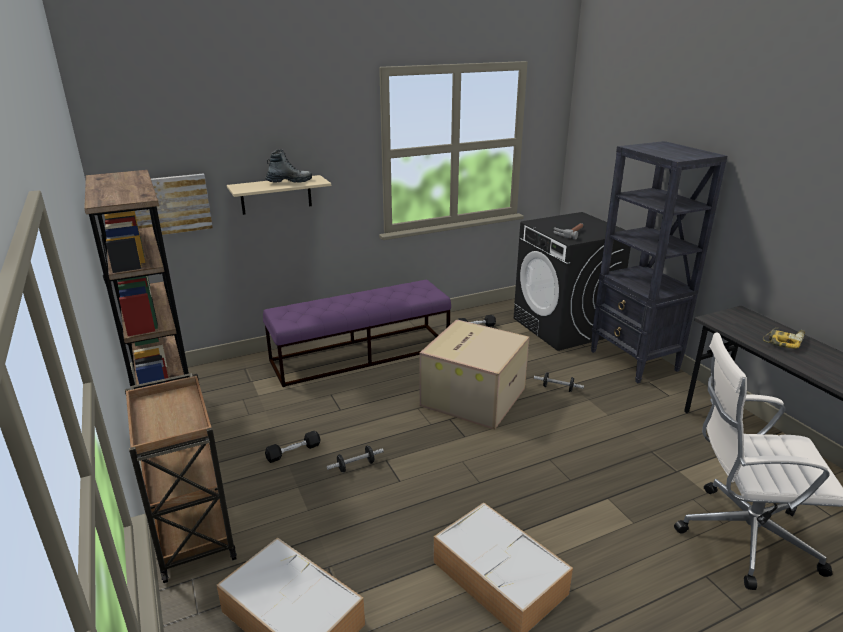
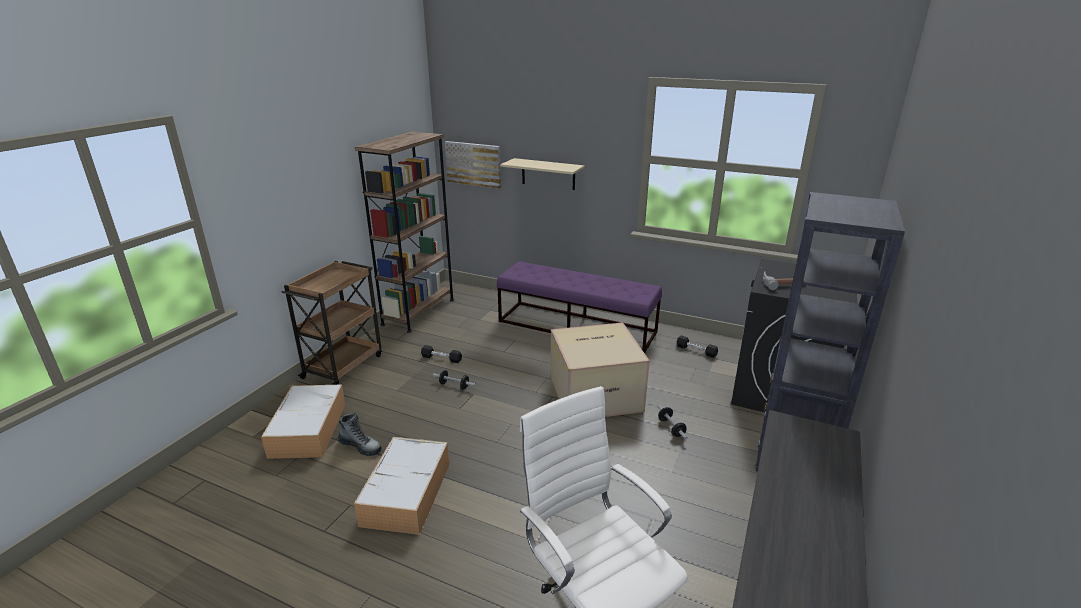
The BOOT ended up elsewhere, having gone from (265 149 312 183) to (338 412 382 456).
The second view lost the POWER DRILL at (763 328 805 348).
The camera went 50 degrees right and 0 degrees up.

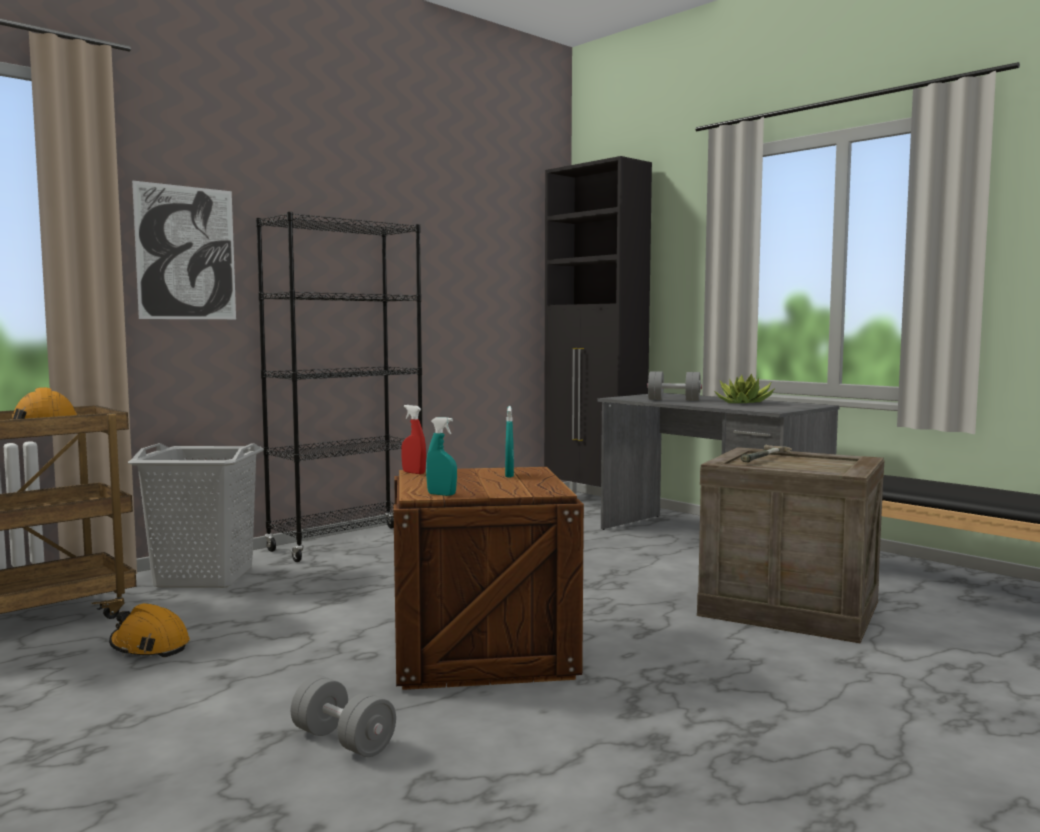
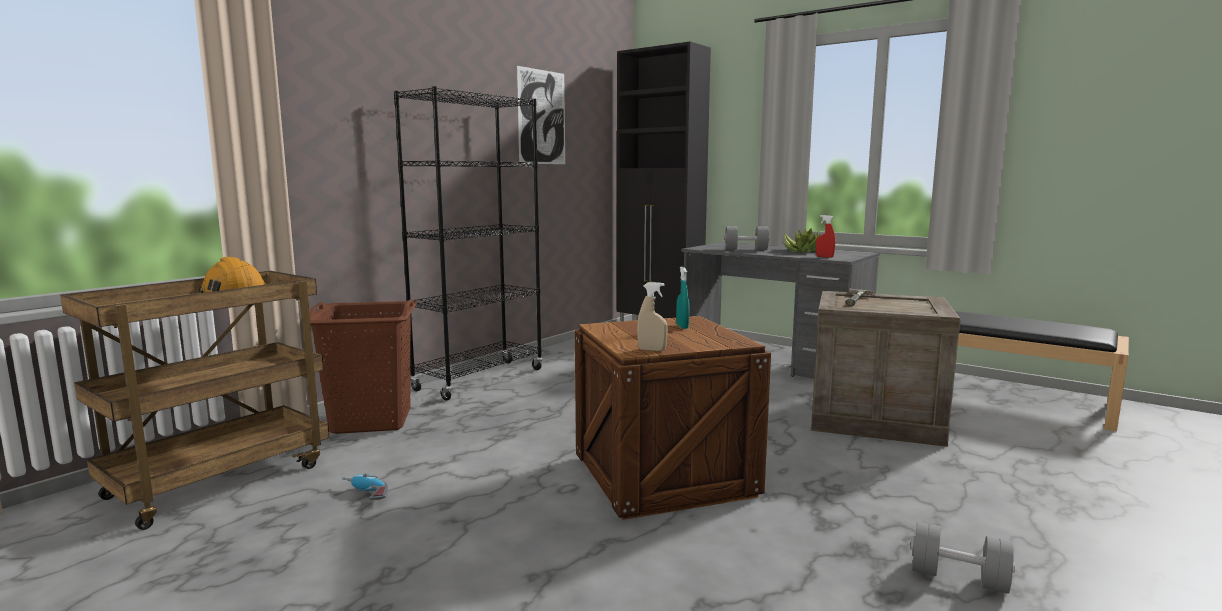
The PICTURE ended up elsewhere, having gone from (132 180 236 319) to (517 66 565 164).
The RED SPRAY BOTTLE ended up elsewhere, having gone from (401 405 426 474) to (816 215 835 258).
What was the TURQUOISE SPRAY BOTTLE at (426 417 457 496) turned into the BEIGE SPRAY BOTTLE at (637 282 668 351).
What was the GREY LAUNDRY BASKET at (128 443 264 588) turned into the BROWN LAUNDRY BASKET at (309 299 417 434).
Where the ORANGE HARD HAT stood at (109 603 190 657), the POWER DRILL came to stand at (342 474 388 500).
The GREY DUMBBELL ended up elsewhere, having gone from (291 675 396 757) to (910 521 1015 594).
The camera went 10 degrees left and 5 degrees up.

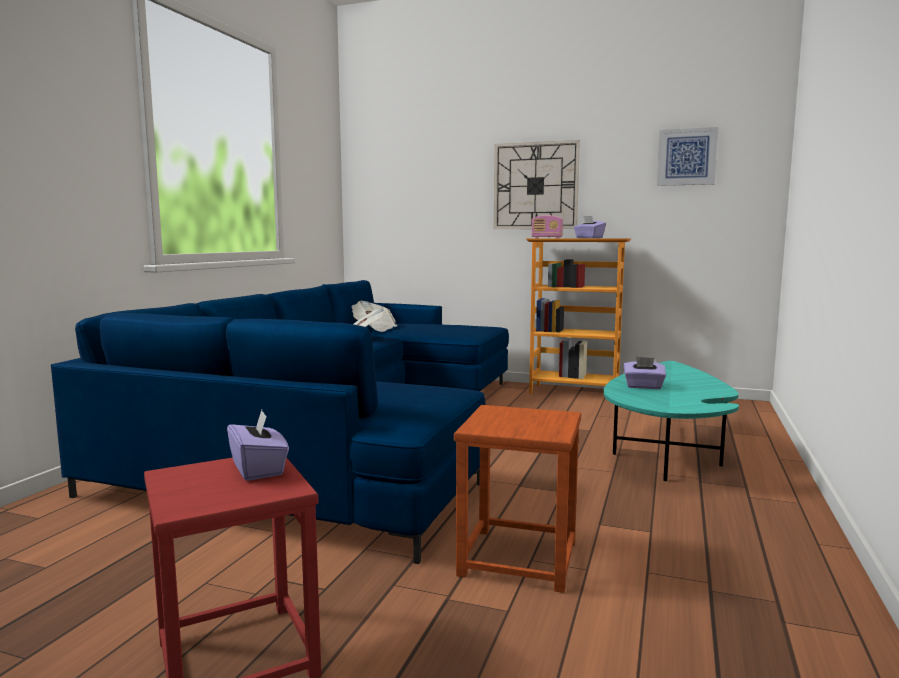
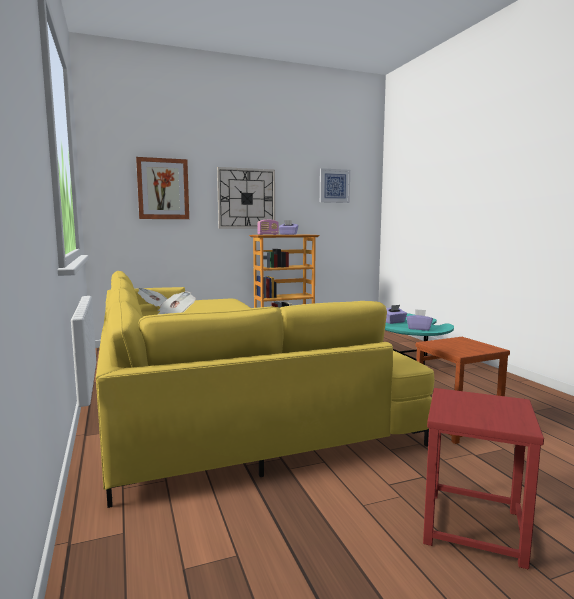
What was the BLUE SOFA at (51 280 509 564) turned into the YELLOW SOFA at (96 271 434 508).
The PURPLE TISSUE BOX ended up elsewhere, having gone from (227 410 289 481) to (406 309 433 330).
The second view gained the PICTURE at (136 157 189 219).
The camera went 40 degrees left and 0 degrees up.

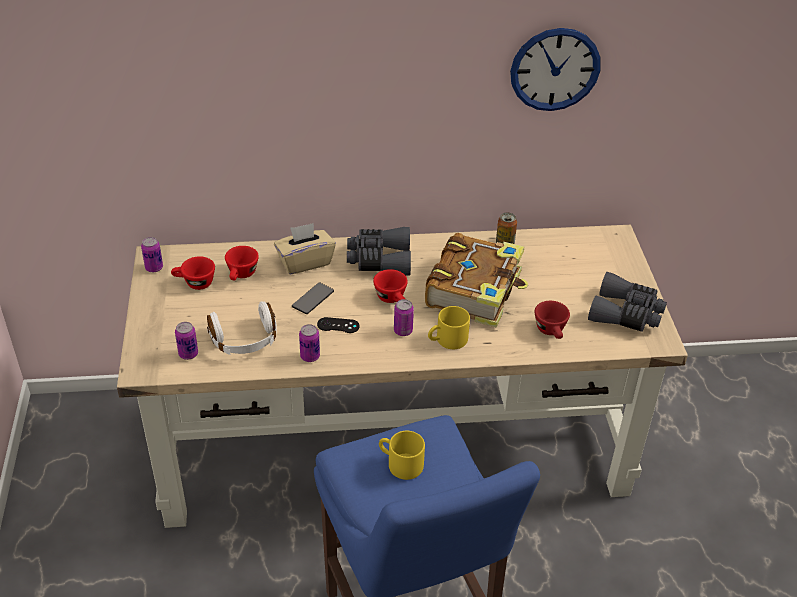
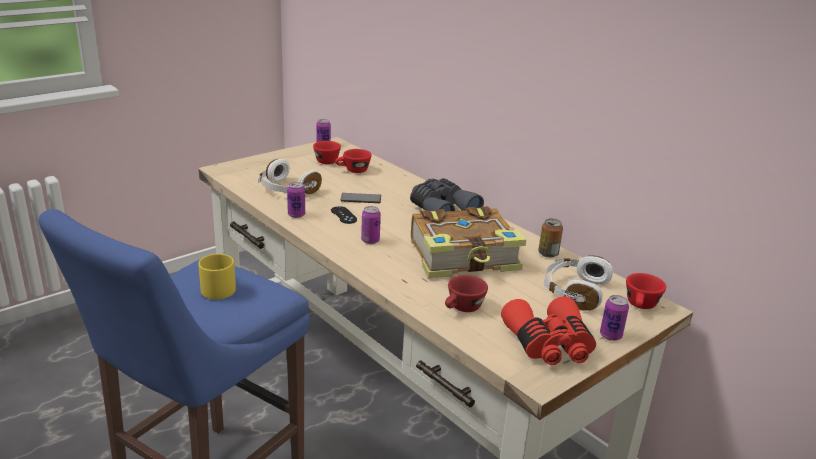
The second view lost the WALL CLOCK at (510 28 601 111).
The second view lost the BEIGE TISSUE BOX at (274 223 336 275).
The RED CUP ended up elsewhere, having gone from (373 269 408 303) to (626 273 666 309).
What was the GREY BINOCULARS at (588 272 667 332) turned into the RED BINOCULARS at (501 296 596 365).
The second view lost the YELLOW MUG at (428 306 470 349).
The CAN ended up elsewhere, having gone from (175 322 198 360) to (600 295 629 341).
The second view gained the WHITE HEADPHONES at (544 255 613 311).
The camera went 55 degrees right and 15 degrees down.

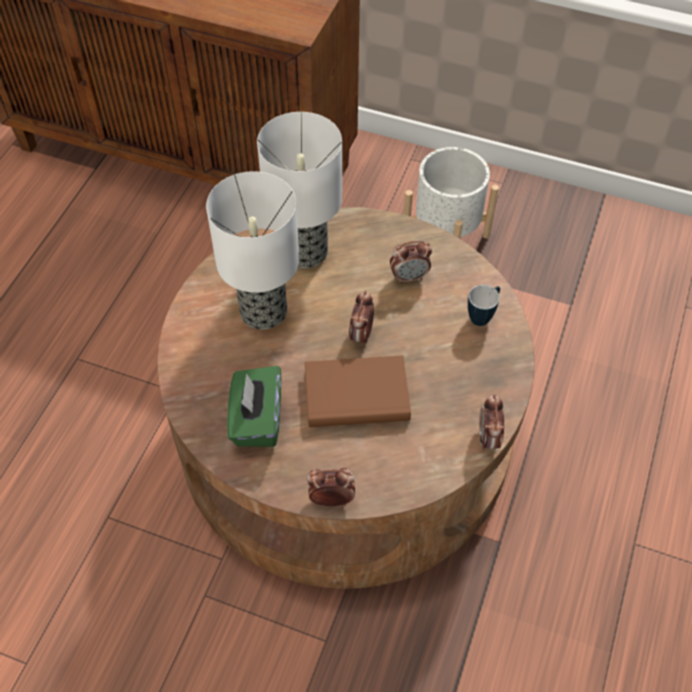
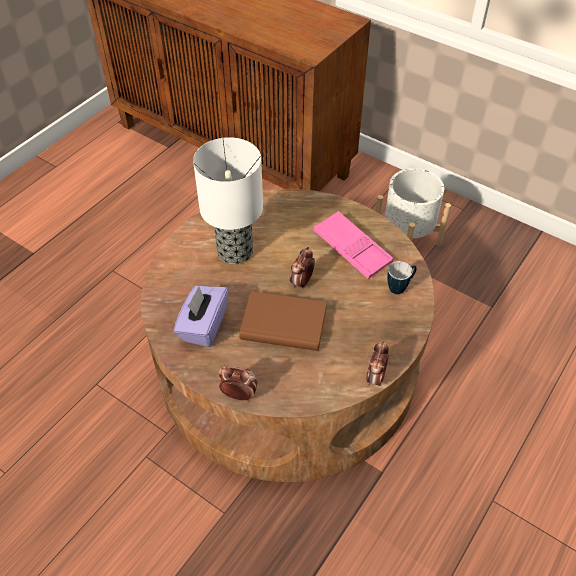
The second view lost the TABLE LAMP at (257 112 342 268).
Where the ALARM CLOCK stood at (390 241 432 284), the PINK TRAY came to stand at (314 211 393 279).
What was the GREEN TISSUE BOX at (227 366 281 447) turned into the PURPLE TISSUE BOX at (174 286 229 347).
The camera went 15 degrees right and 5 degrees down.

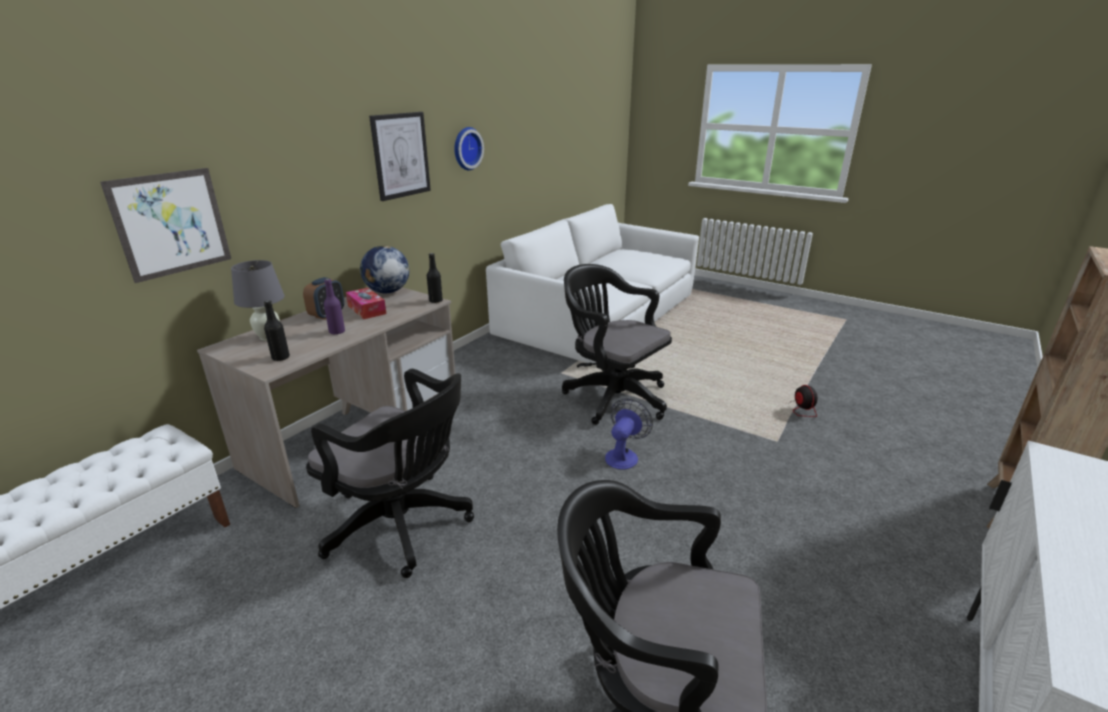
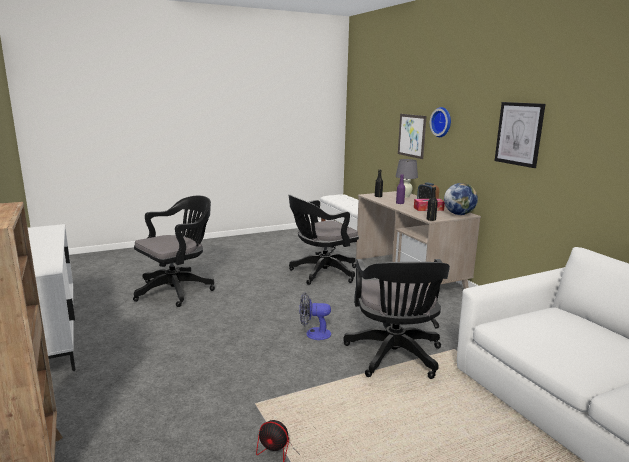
The WALL CLOCK ended up elsewhere, having gone from (454 127 484 170) to (430 107 451 137).
The BLACK OFFICE CHAIR at (562 264 672 425) ended up facing another way, 105 degrees clockwise from before.
The FAN at (605 398 653 470) ended up facing another way, 120 degrees clockwise from before.
The camera went 120 degrees right and 10 degrees down.

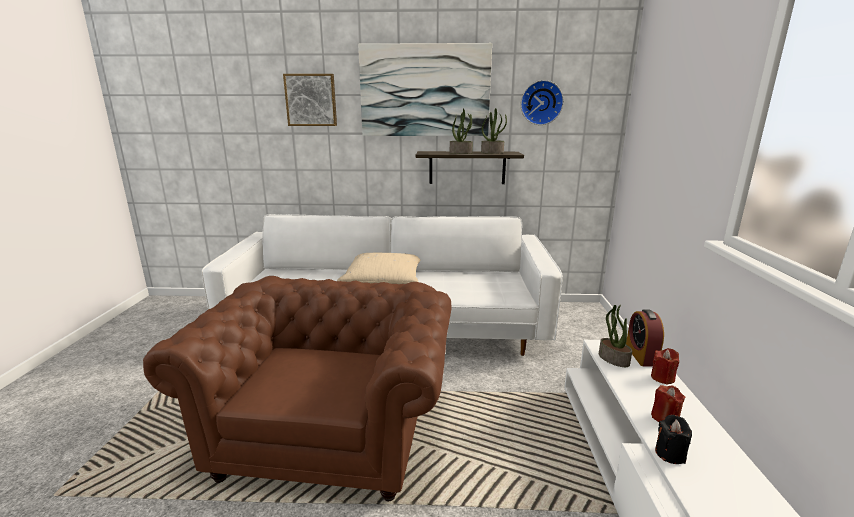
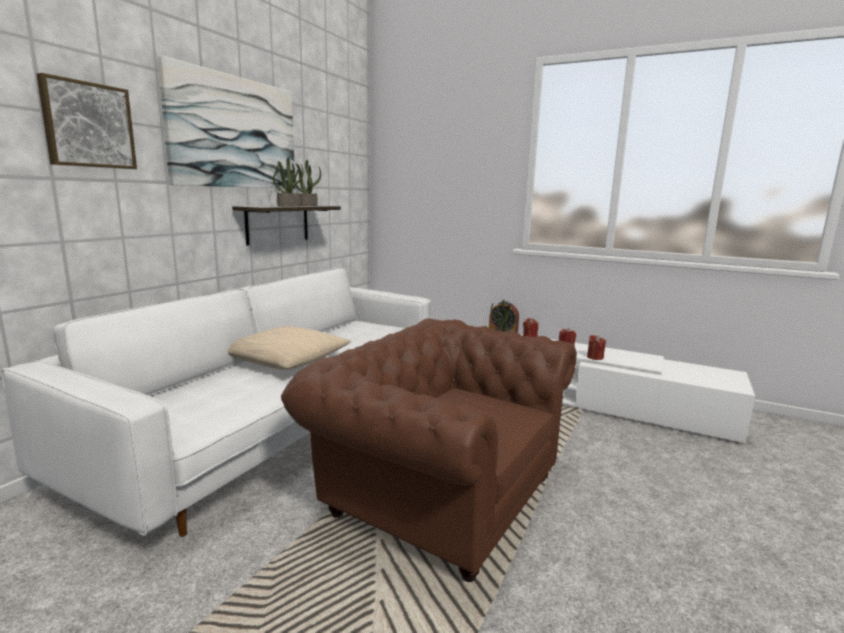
The second view lost the WALL CLOCK at (521 80 564 125).
What was the BLACK CANDLE at (655 415 692 464) turned into the RED CANDLE at (587 335 606 360).
The camera went 65 degrees left and 5 degrees down.

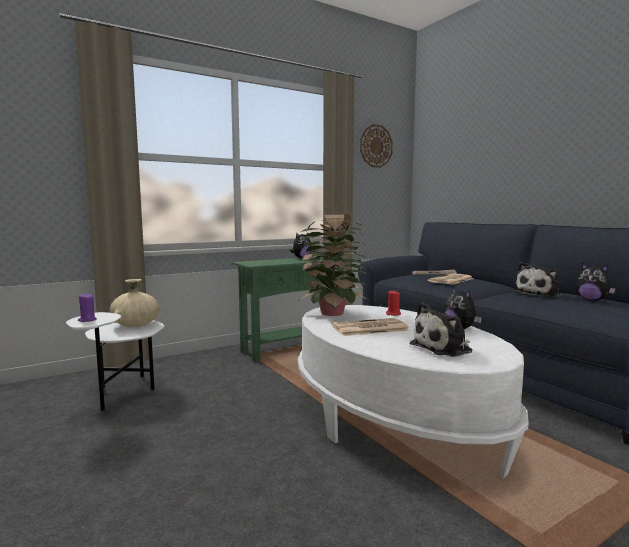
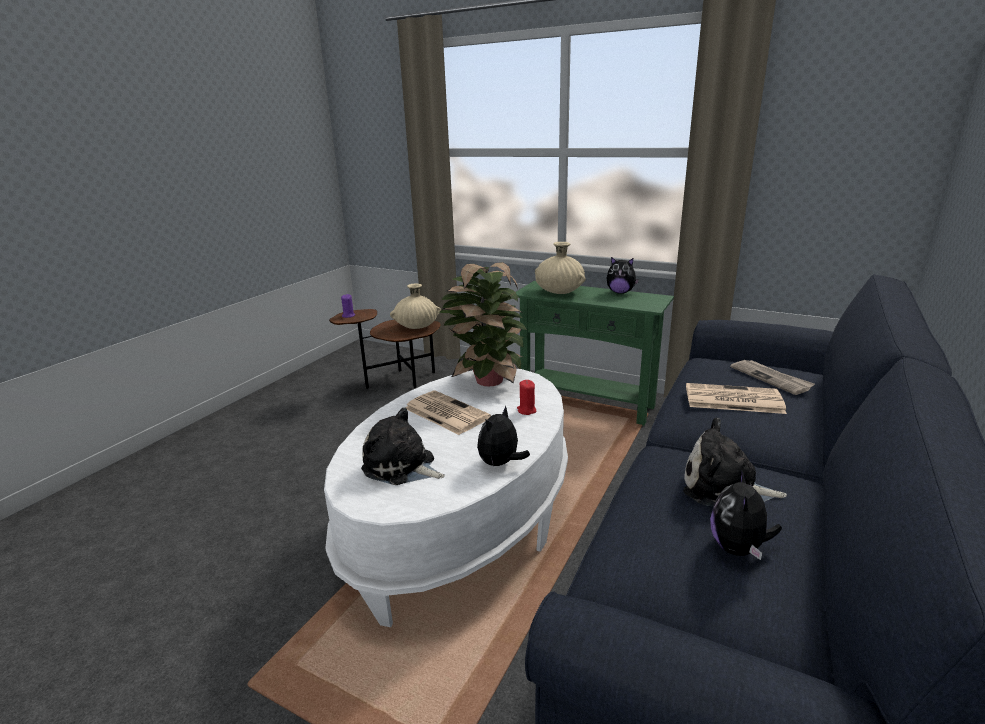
The second view lost the WALL CLOCK at (360 124 393 168).
What was the WHITE SIDE TABLE at (66 312 164 411) turned into the BROWN SIDE TABLE at (329 309 440 389).
The second view gained the BEIGE VASE at (535 242 586 294).
The camera went 60 degrees right and 15 degrees up.

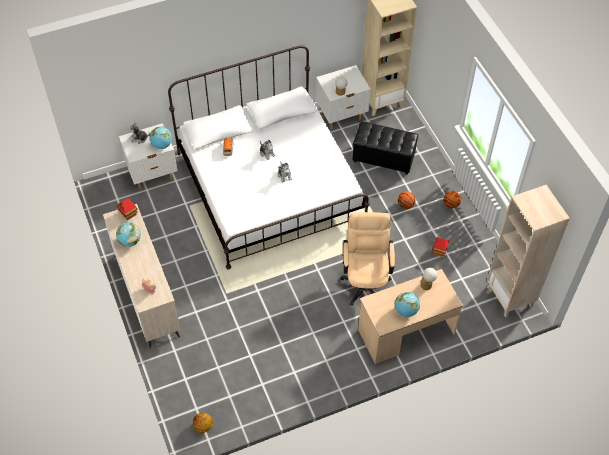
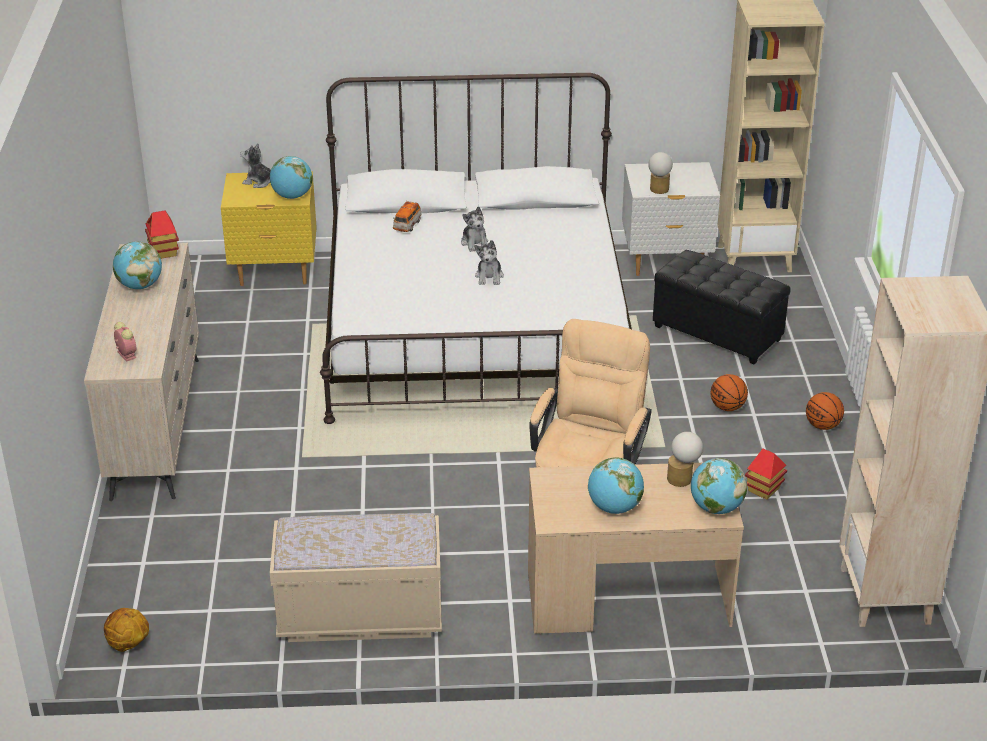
What was the WHITE NIGHTSTAND at (119 123 178 189) turned into the YELLOW NIGHTSTAND at (221 171 317 286).
The second view gained the GLOBE at (691 458 747 514).
The second view gained the BEIGE BENCH at (270 513 442 642).
The camera went 20 degrees right and 20 degrees down.

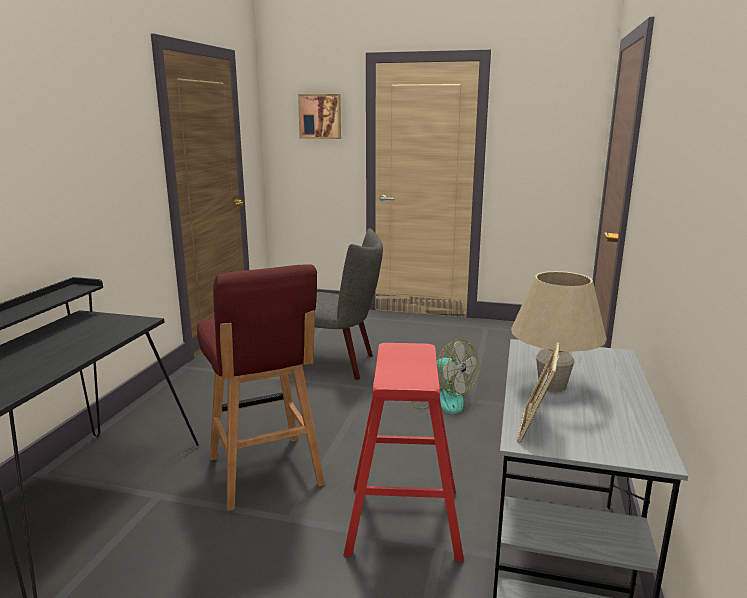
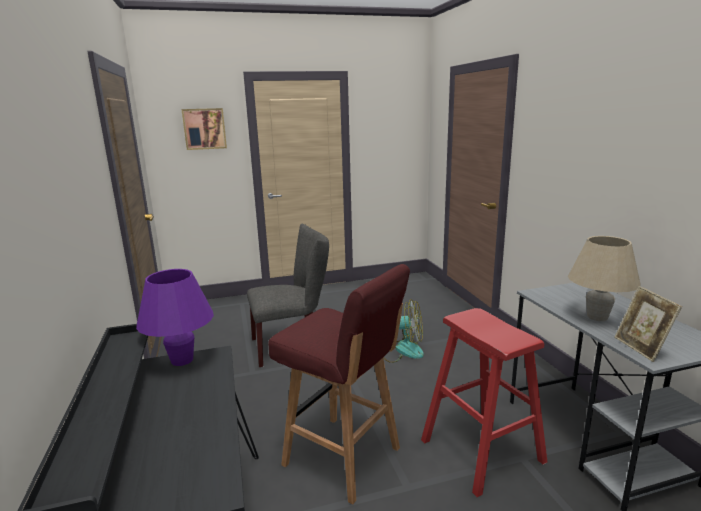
The second view gained the PURPLE TABLE LAMP at (136 269 214 366).
The camera went 30 degrees left and 0 degrees up.

